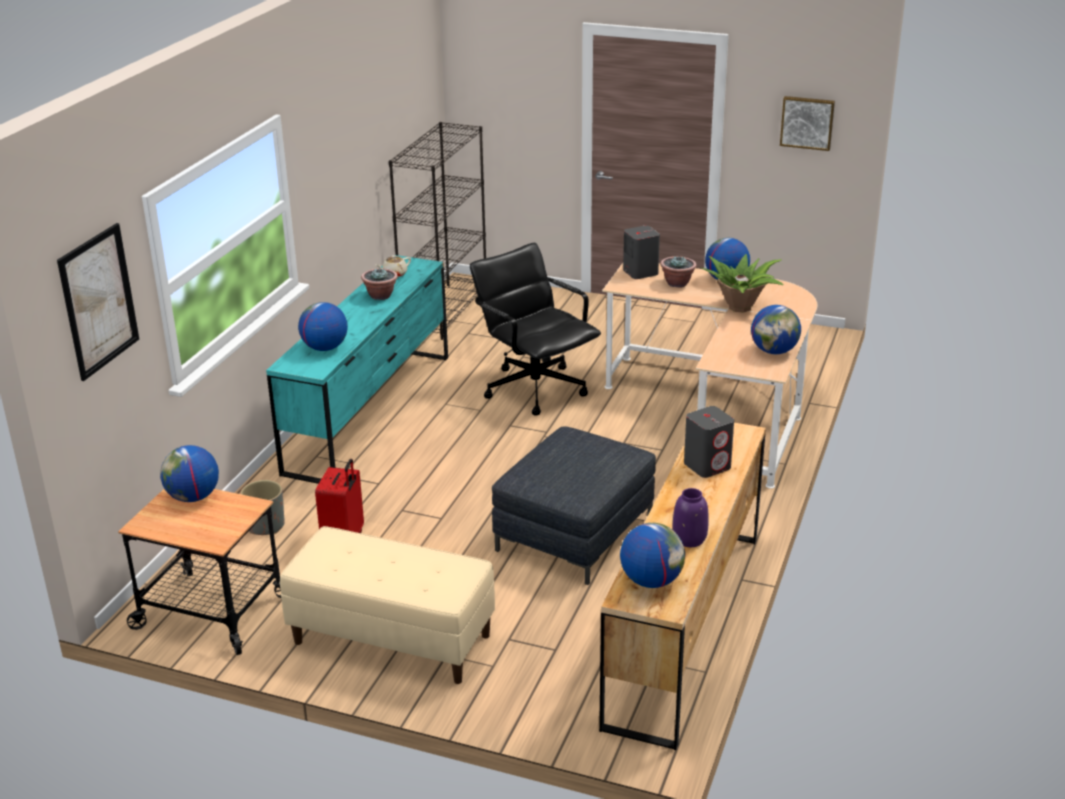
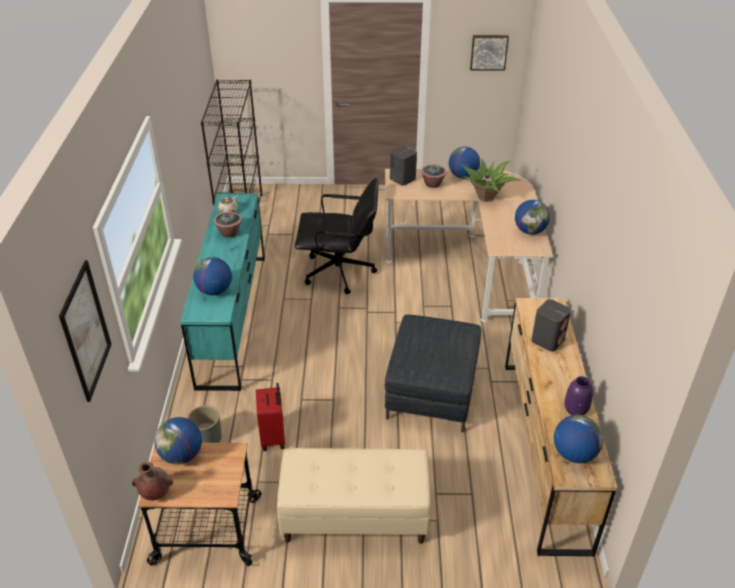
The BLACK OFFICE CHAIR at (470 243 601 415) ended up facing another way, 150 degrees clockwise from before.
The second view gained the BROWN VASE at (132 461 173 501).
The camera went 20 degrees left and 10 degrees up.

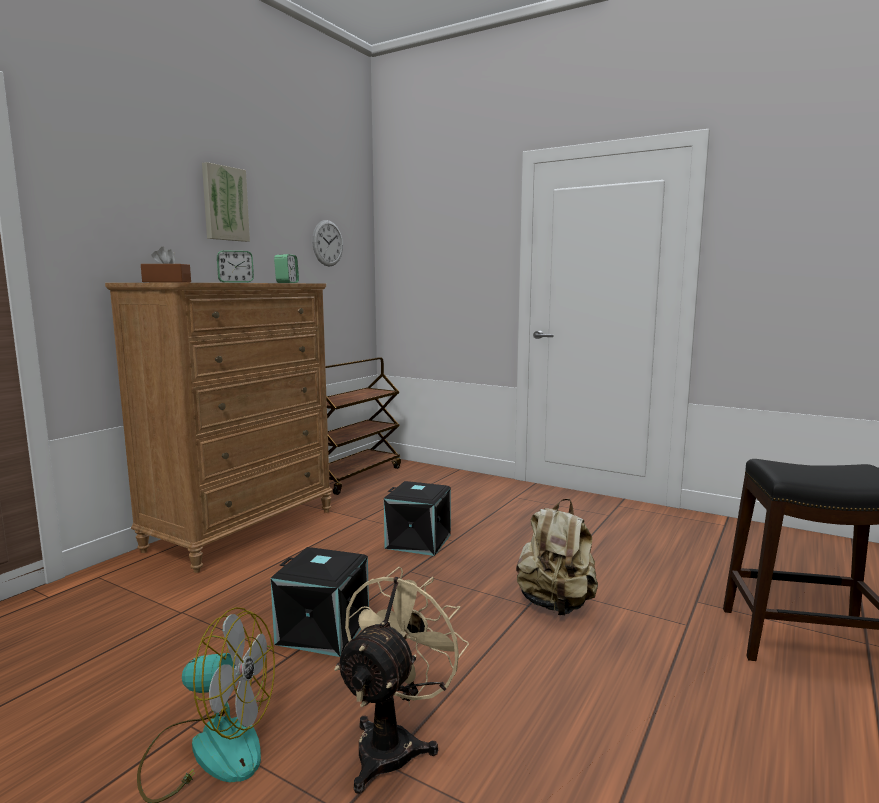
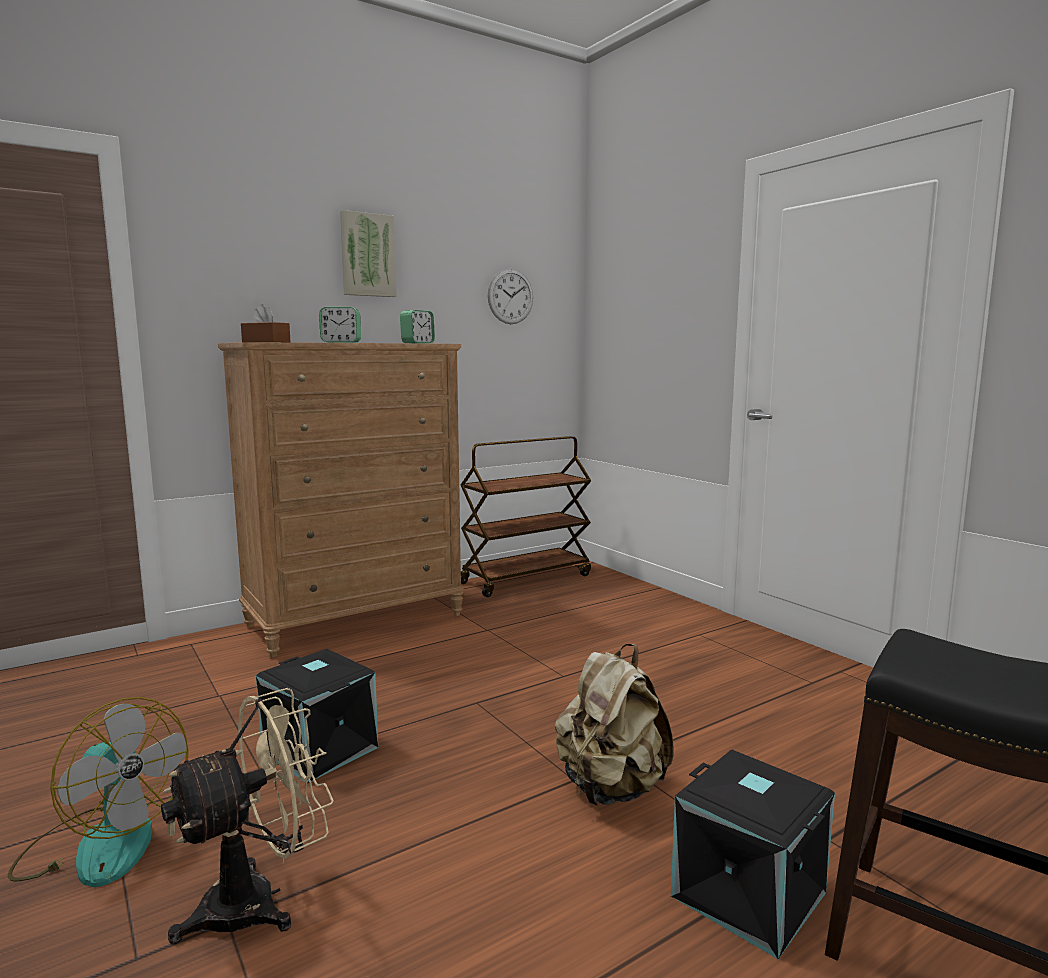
The BLACK STORAGE BOX ended up elsewhere, having gone from (384 481 451 556) to (671 750 835 959).
The camera went 25 degrees right and 0 degrees up.

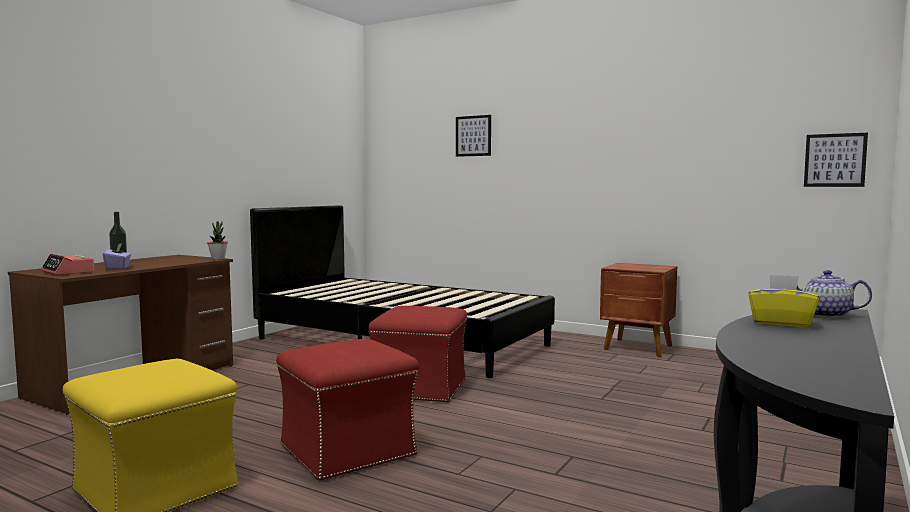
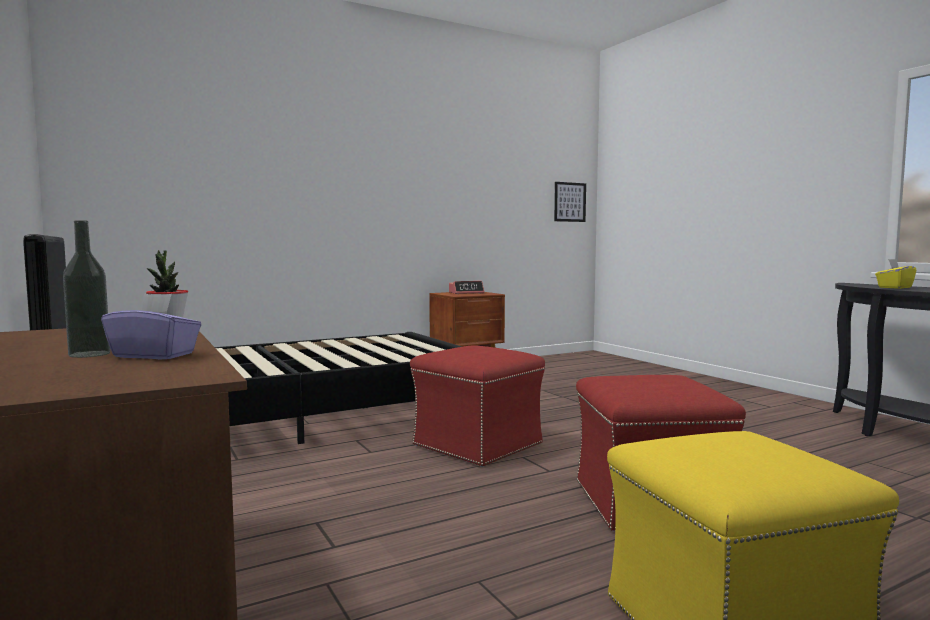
The second view lost the PICTURE at (456 115 491 157).
The ALARM CLOCK ended up elsewhere, having gone from (41 254 94 275) to (449 281 484 294).
The second view lost the TEAPOT at (796 270 872 318).
The camera went 60 degrees left and 0 degrees up.

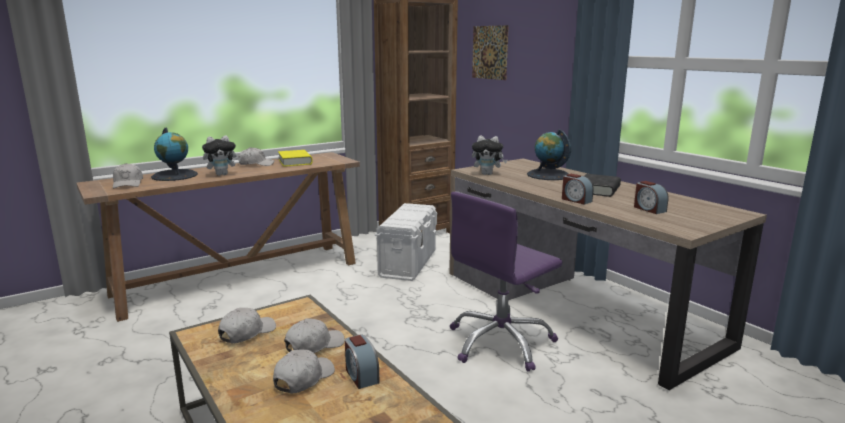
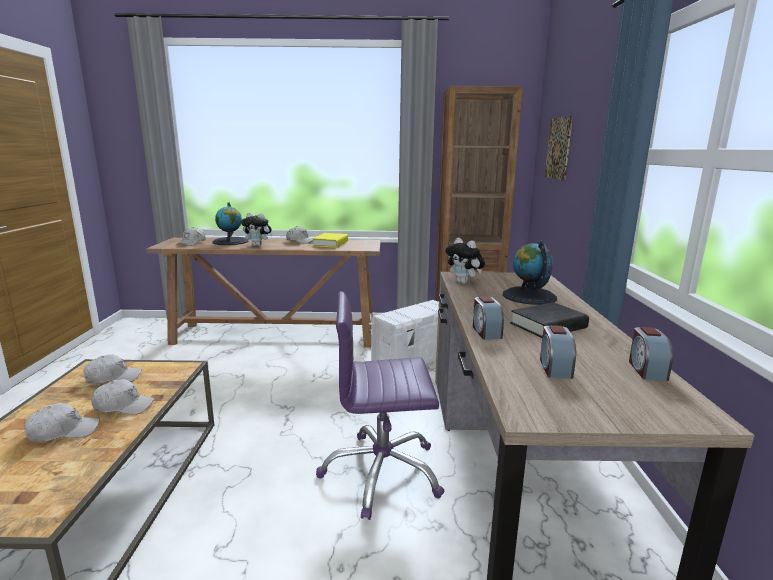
The ALARM CLOCK ended up elsewhere, having gone from (345 335 380 389) to (629 327 673 381).
The camera went 35 degrees right and 0 degrees up.

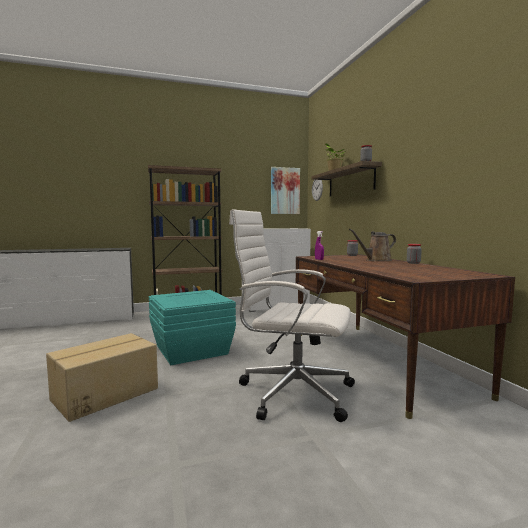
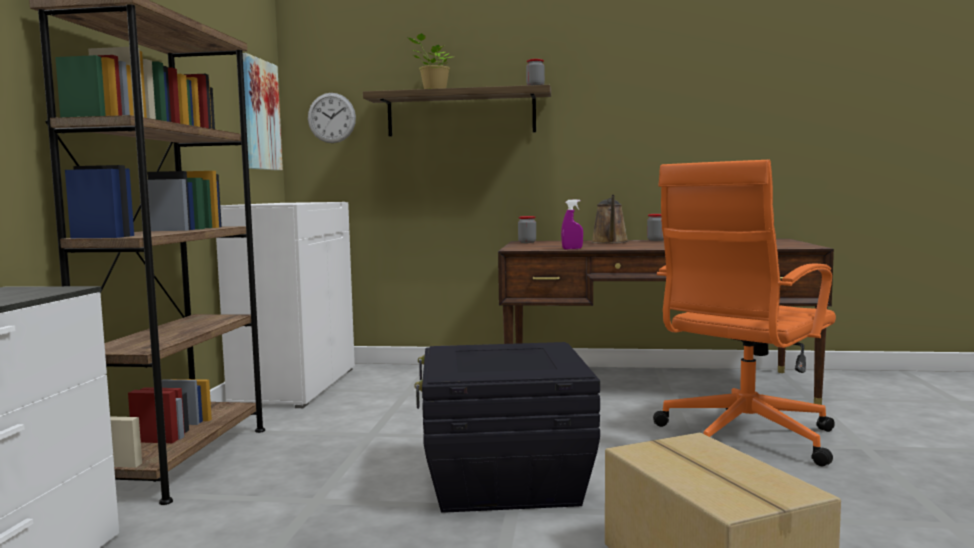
What was the WHITE OFFICE CHAIR at (229 209 355 422) turned into the ORANGE OFFICE CHAIR at (653 160 836 466).
What was the TURQUOISE STORAGE BOX at (149 290 236 365) turned into the BLACK STORAGE BOX at (414 342 600 513).
The camera went 65 degrees left and 0 degrees up.

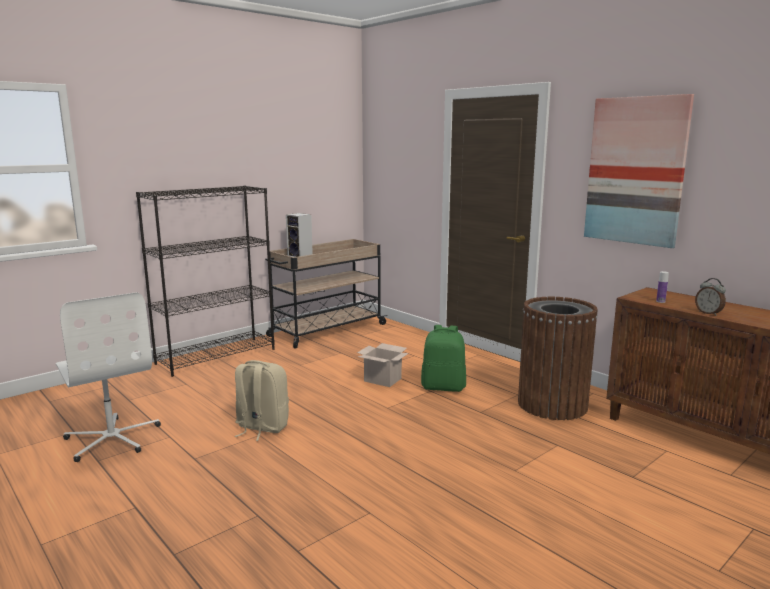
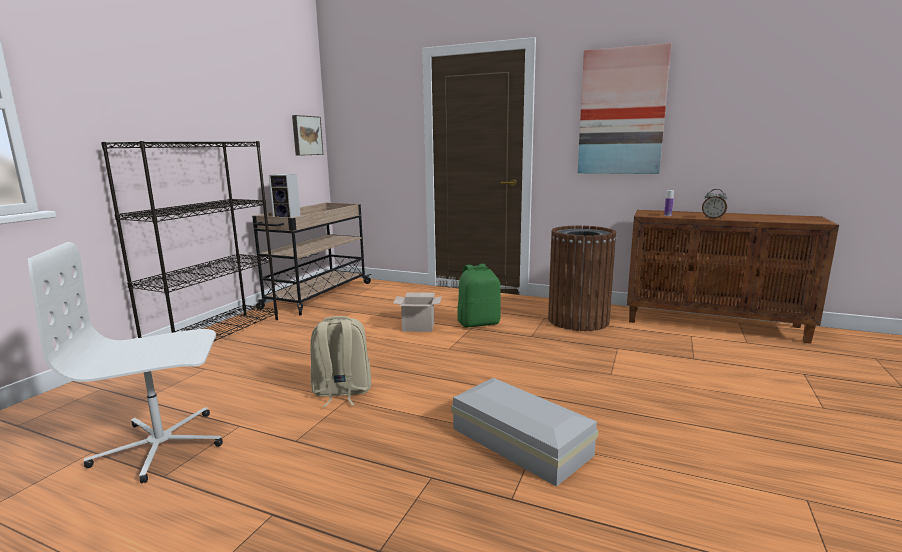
The WHITE OFFICE CHAIR at (56 292 161 462) ended up facing another way, 135 degrees clockwise from before.
The second view gained the PICTURE at (292 115 323 156).
The second view gained the WHITE STORAGE BOX at (451 378 598 487).
The camera went 25 degrees left and 0 degrees up.

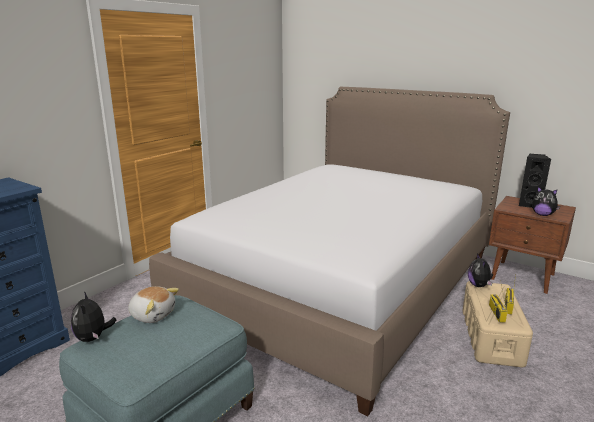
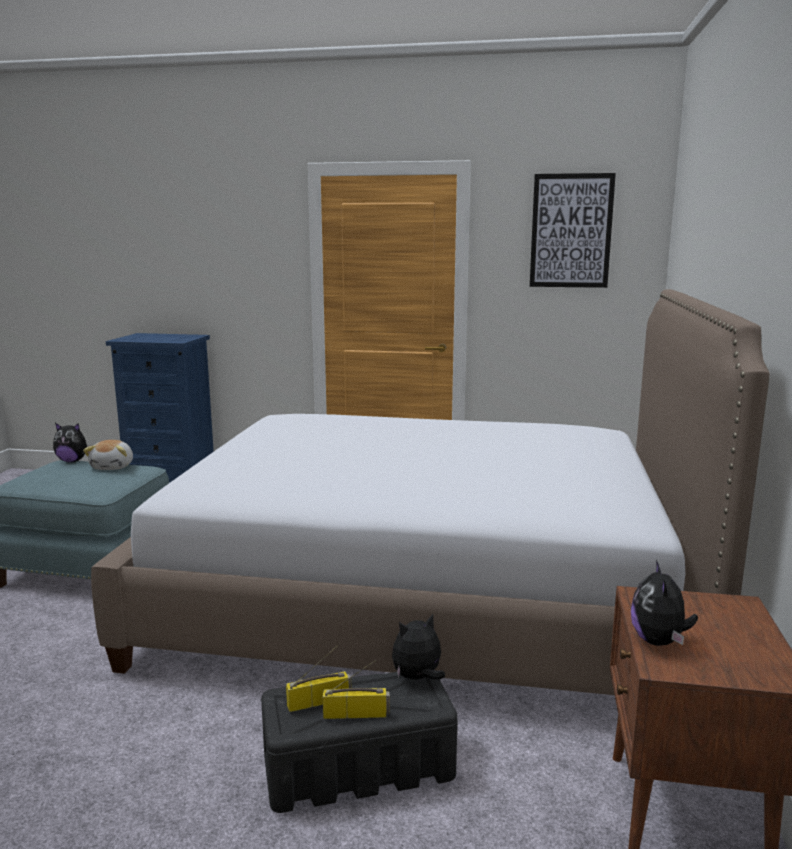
The second view lost the BLACK SPEAKER at (519 154 552 208).
What was the BEIGE STORAGE BOX at (462 281 533 367) turned into the BLACK STORAGE BOX at (261 672 458 813).
The PLUSH TOY at (71 291 117 342) ended up facing another way, 135 degrees counterclockwise from before.
The second view gained the PICTURE at (530 173 616 288).
The camera went 65 degrees right and 5 degrees down.

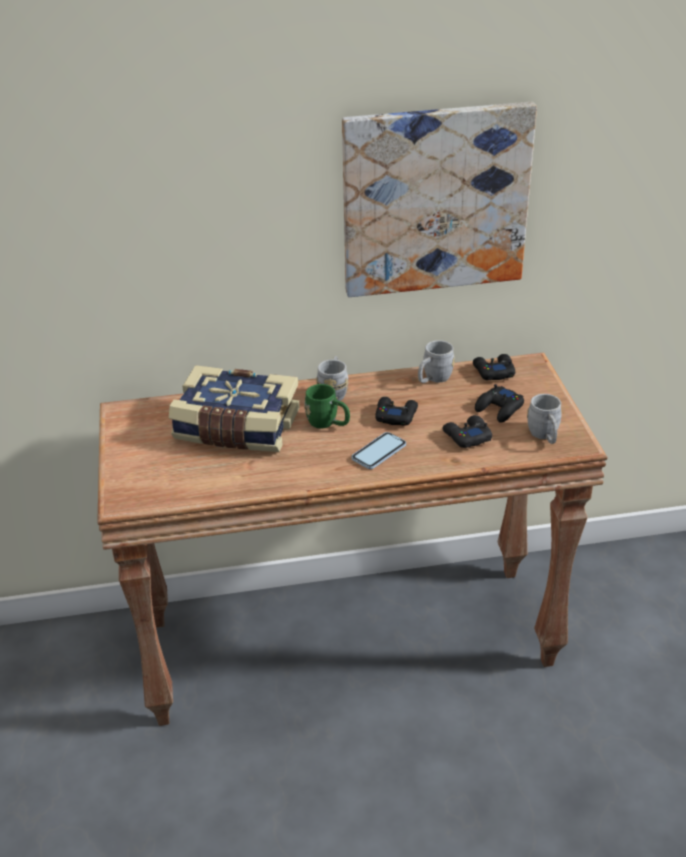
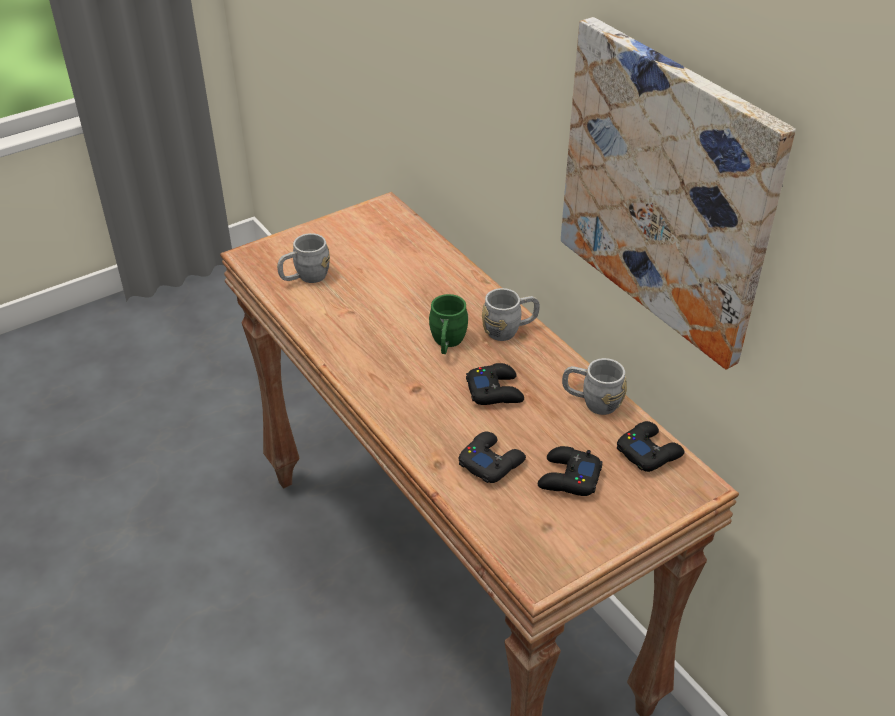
The second view lost the BOOK at (169 365 300 452).
The GREY MUG ended up elsewhere, having gone from (527 394 562 444) to (277 233 330 283).
The second view lost the PHONE at (352 432 406 469).
The camera went 65 degrees right and 5 degrees up.

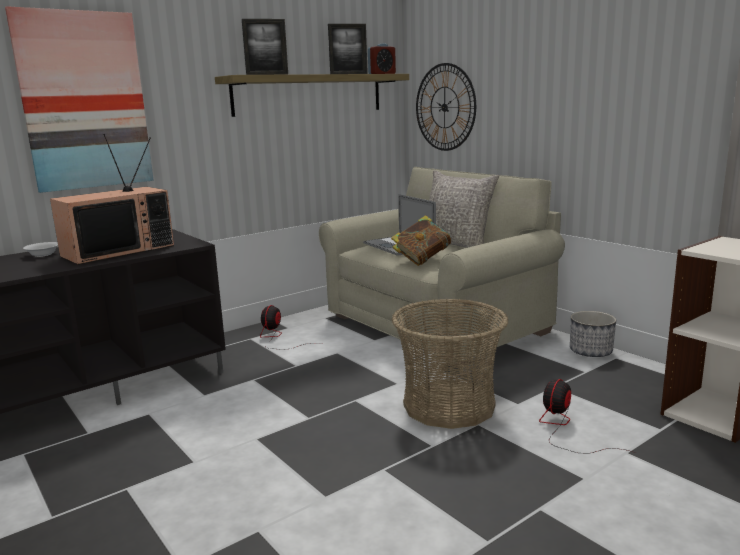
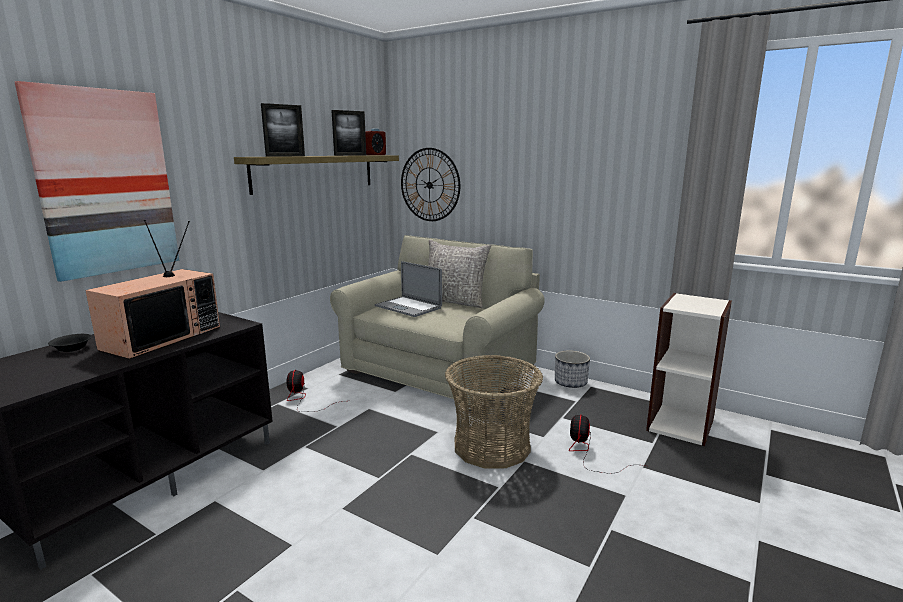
The second view lost the BOOK at (391 215 451 266).
What was the WHITE BOWL at (23 242 58 257) turned into the BLACK BOWL at (48 334 92 352).
The camera went 20 degrees left and 0 degrees up.

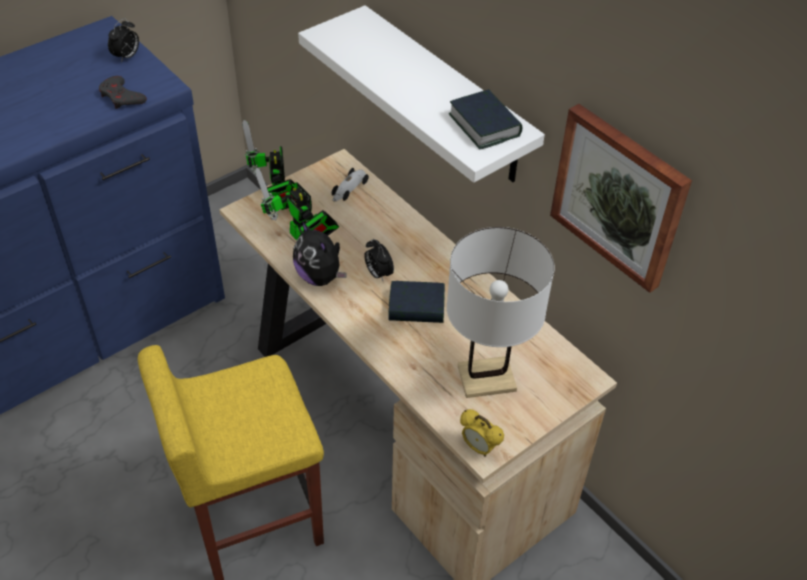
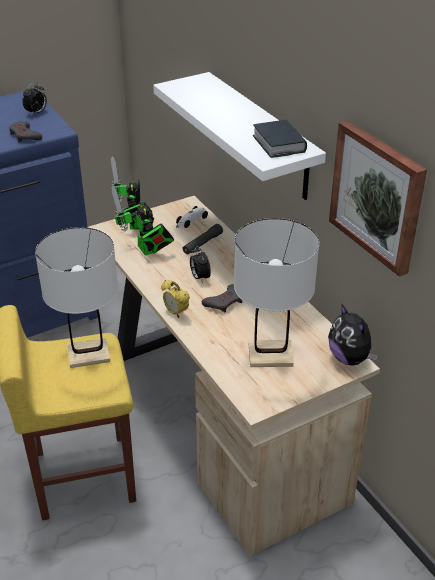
The PLUSH TOY ended up elsewhere, having gone from (293 221 347 286) to (328 304 378 365).
Where the BOOK stood at (388 281 445 323), the GREY GAME CONTROLLER came to stand at (202 284 242 312).
The ALARM CLOCK ended up elsewhere, having gone from (460 409 504 457) to (161 280 190 318).
The second view gained the BLACK FLASHLIGHT at (183 224 223 254).
The second view gained the WHITE TABLE LAMP at (35 227 118 368).
The camera went 10 degrees right and 10 degrees down.

